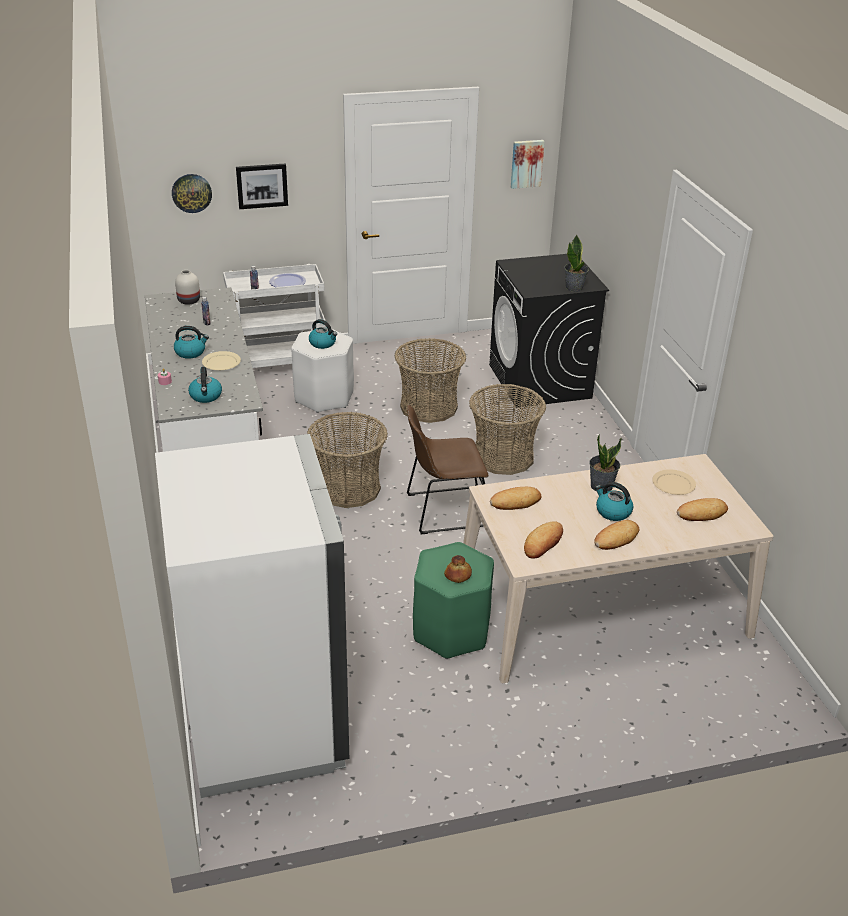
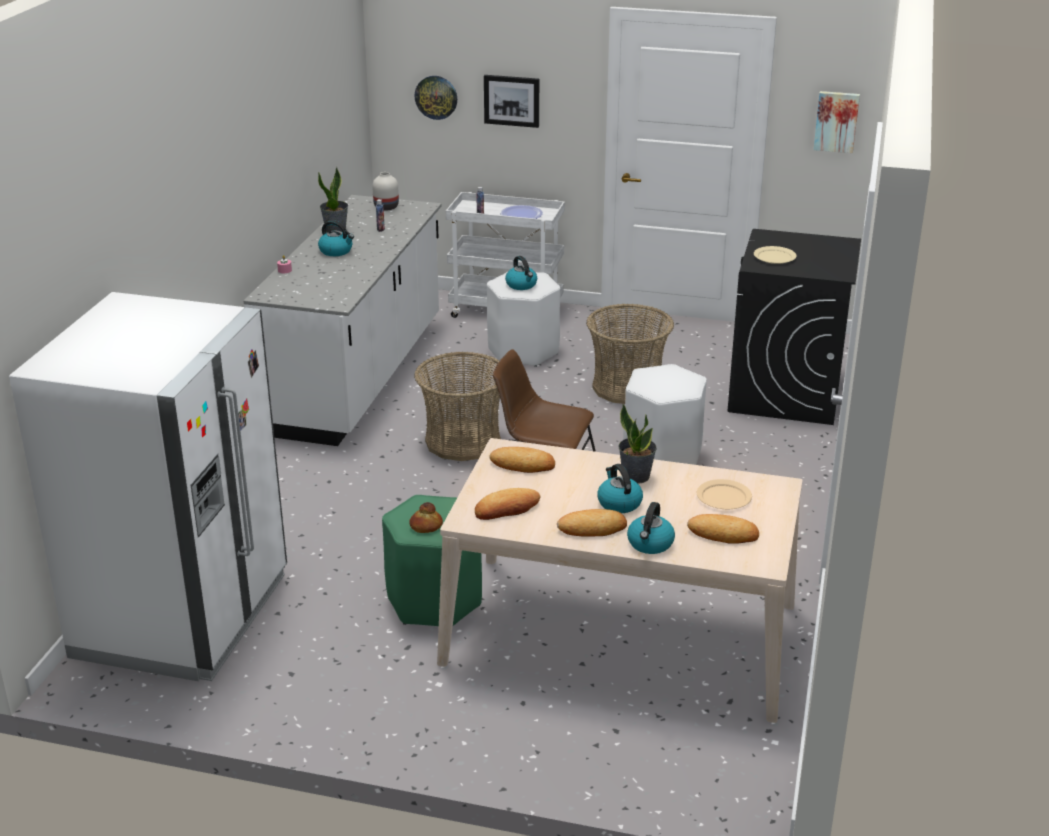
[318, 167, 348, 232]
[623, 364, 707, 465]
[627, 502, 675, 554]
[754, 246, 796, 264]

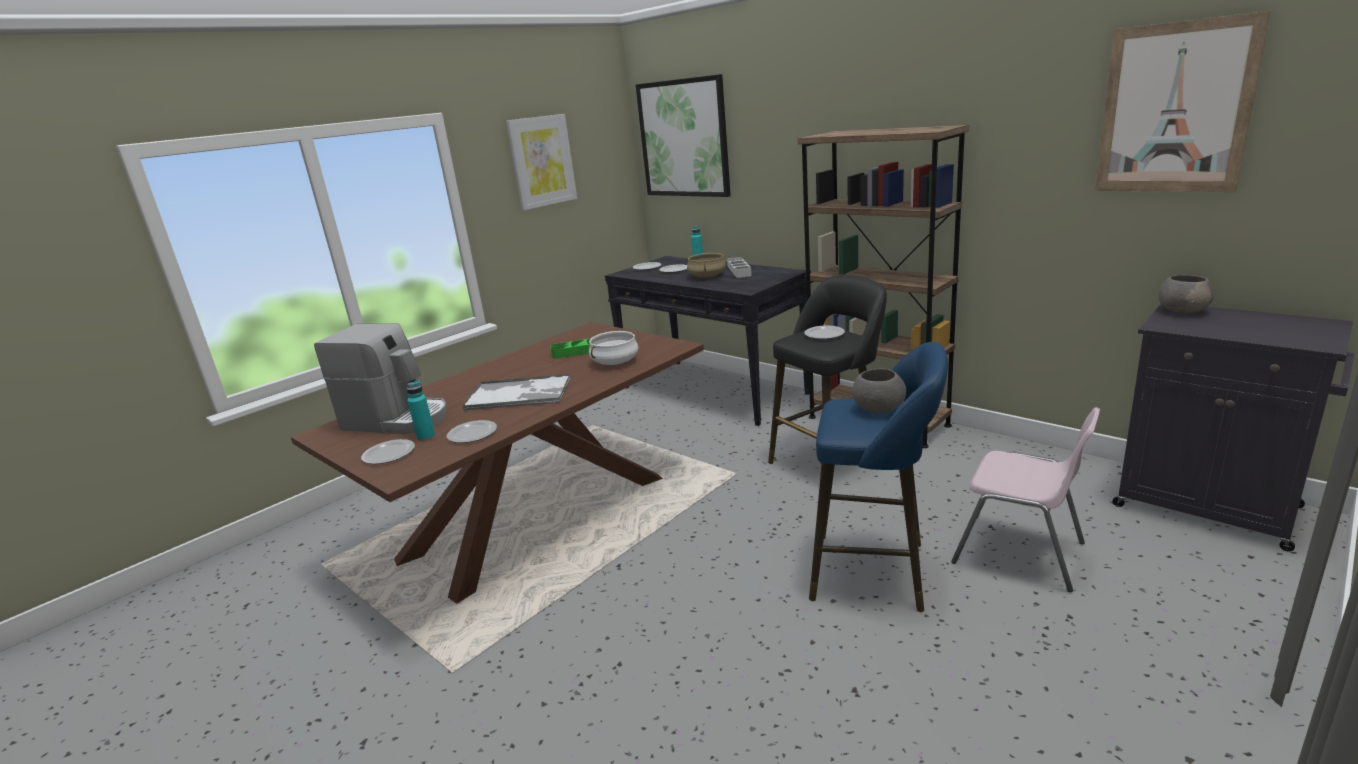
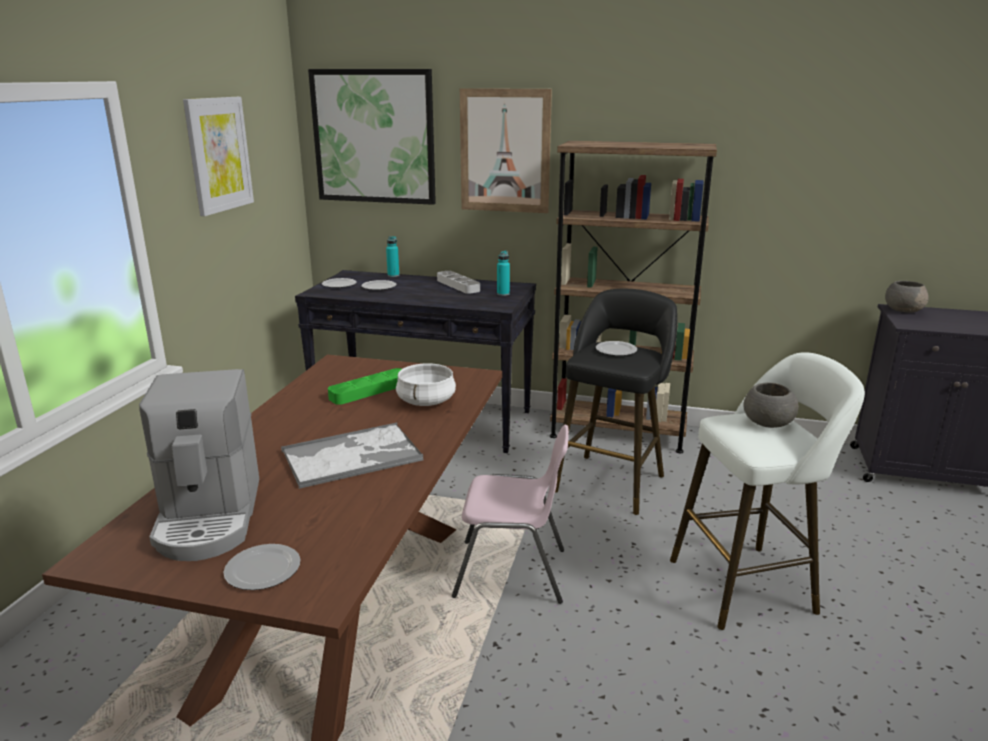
[139, 369, 259, 561]
[452, 425, 569, 604]
[460, 88, 552, 213]
[497, 251, 510, 296]
[670, 352, 865, 630]
[447, 420, 497, 443] (first image)
[687, 253, 726, 277] (first image)

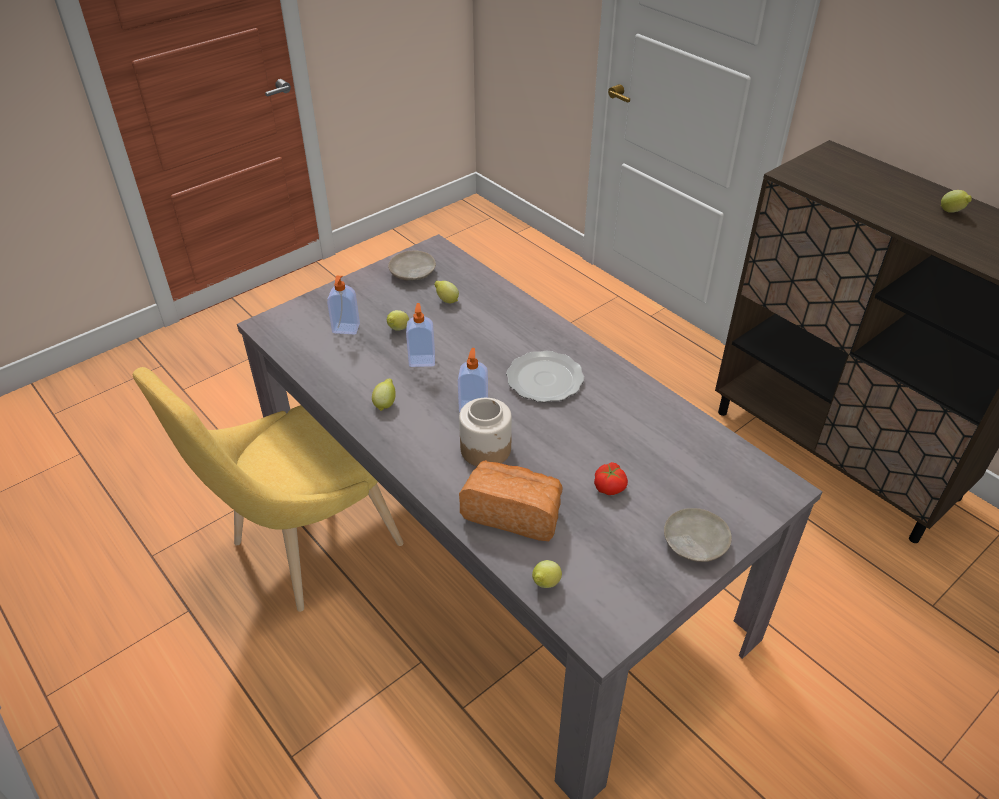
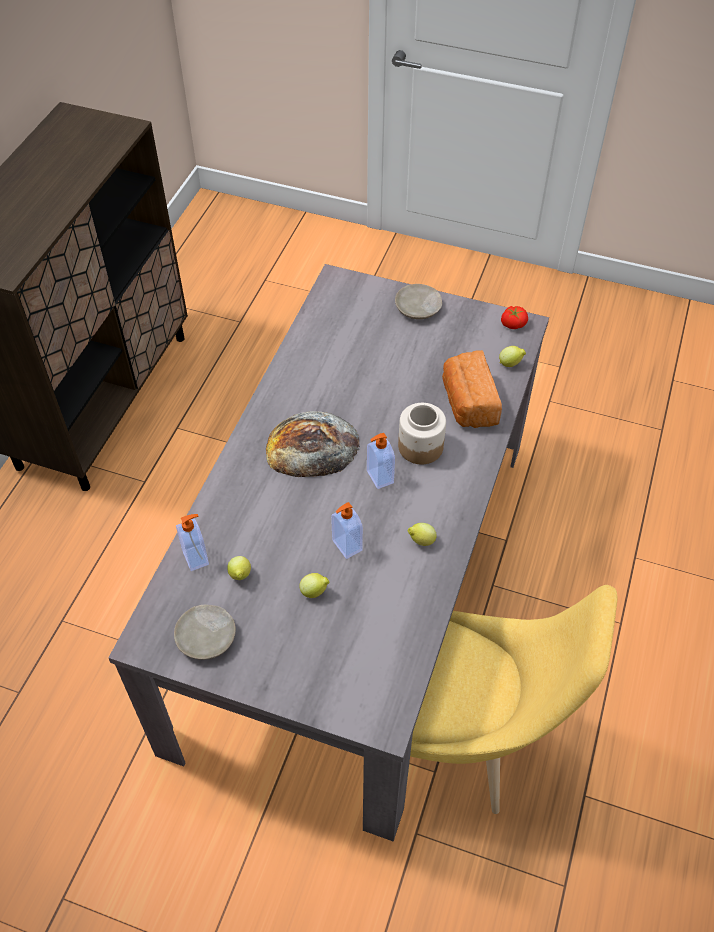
[176, 514, 209, 571]
[266, 411, 360, 477]
[501, 306, 528, 329]
[941, 190, 972, 213] (first image)

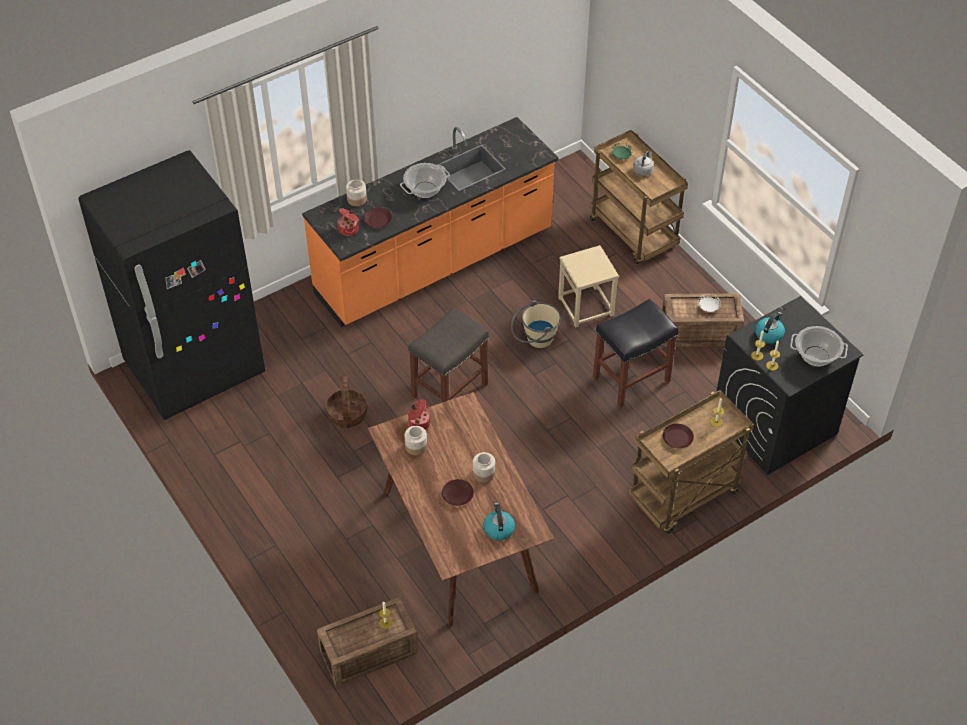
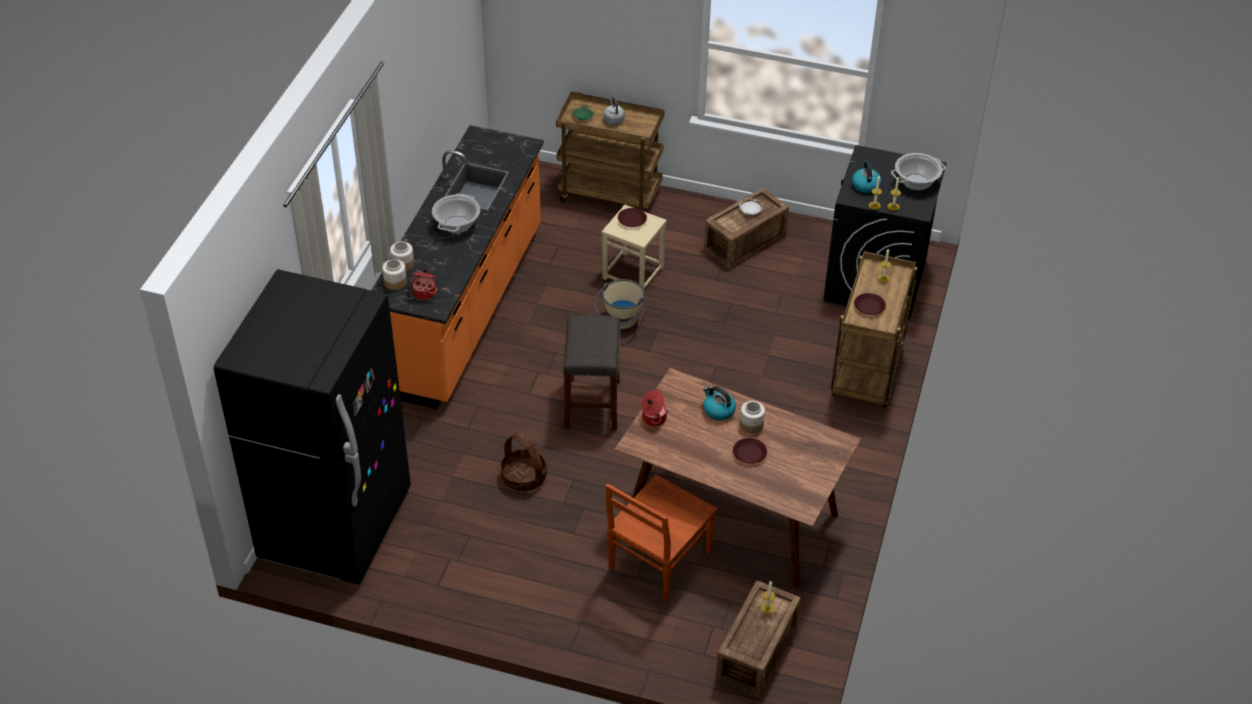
[382, 259, 407, 290]
[606, 475, 717, 603]
[618, 208, 647, 227]
[703, 386, 736, 420]
[593, 299, 678, 408] (first image)

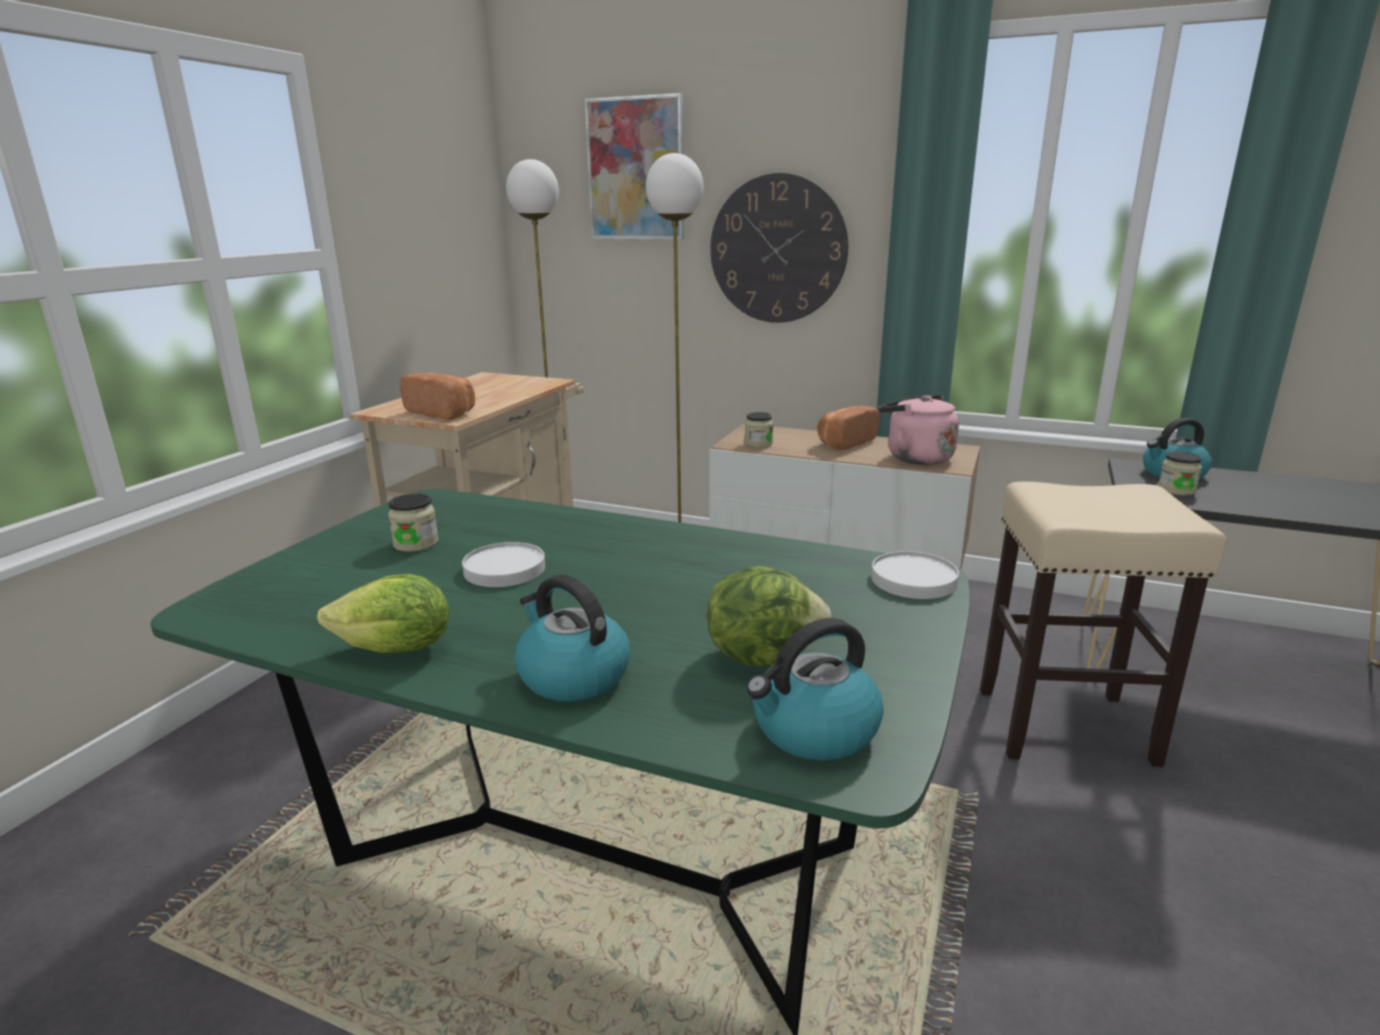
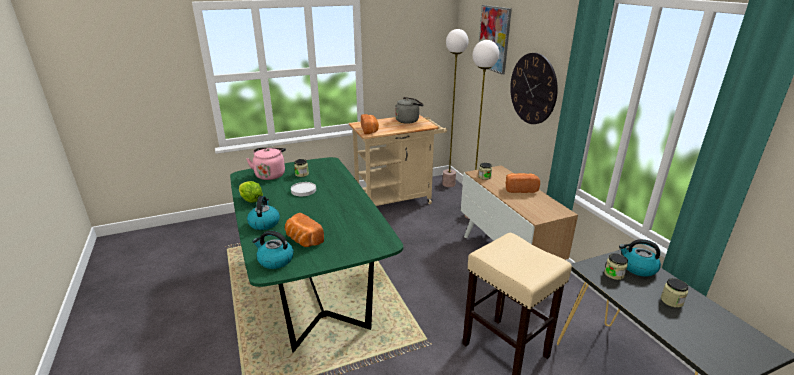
[246, 148, 286, 180]
[285, 213, 324, 247]
[395, 97, 424, 124]
[661, 278, 689, 308]
[871, 551, 959, 599] (first image)

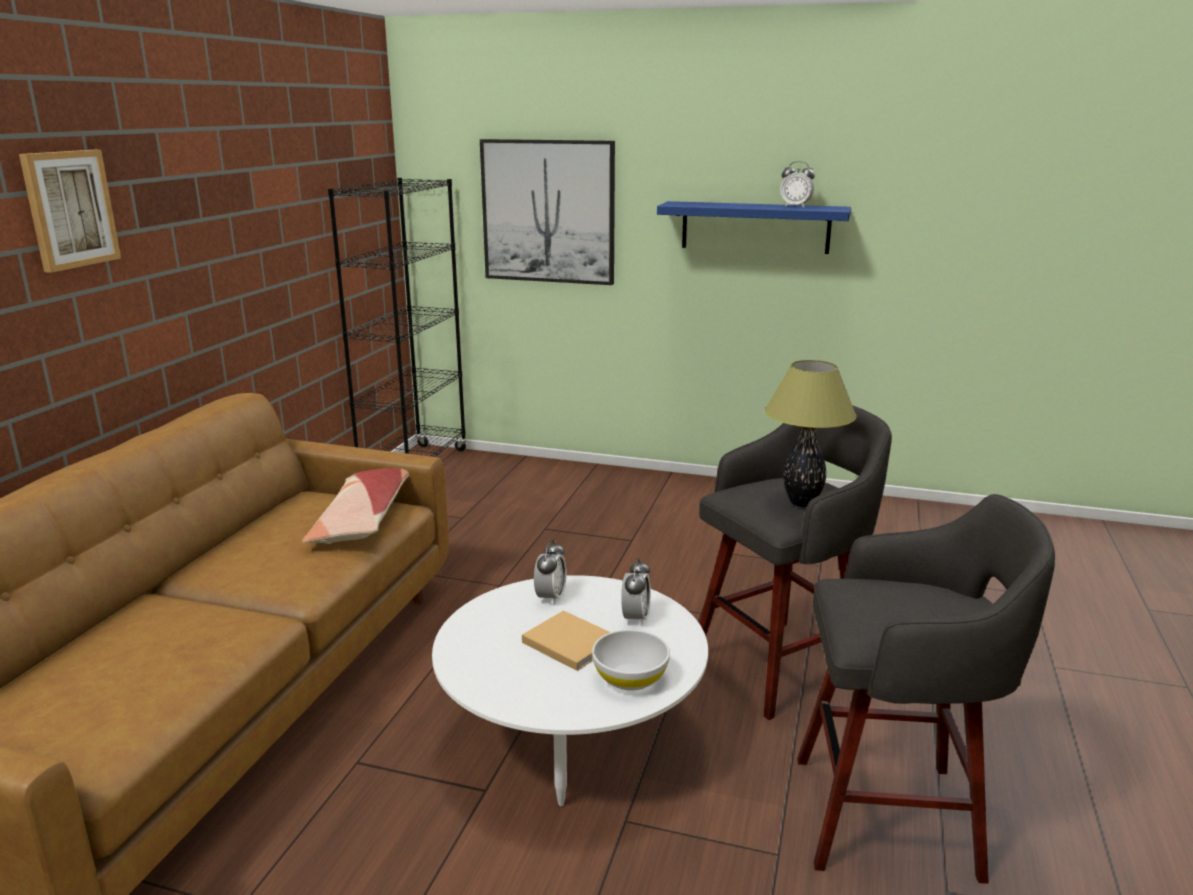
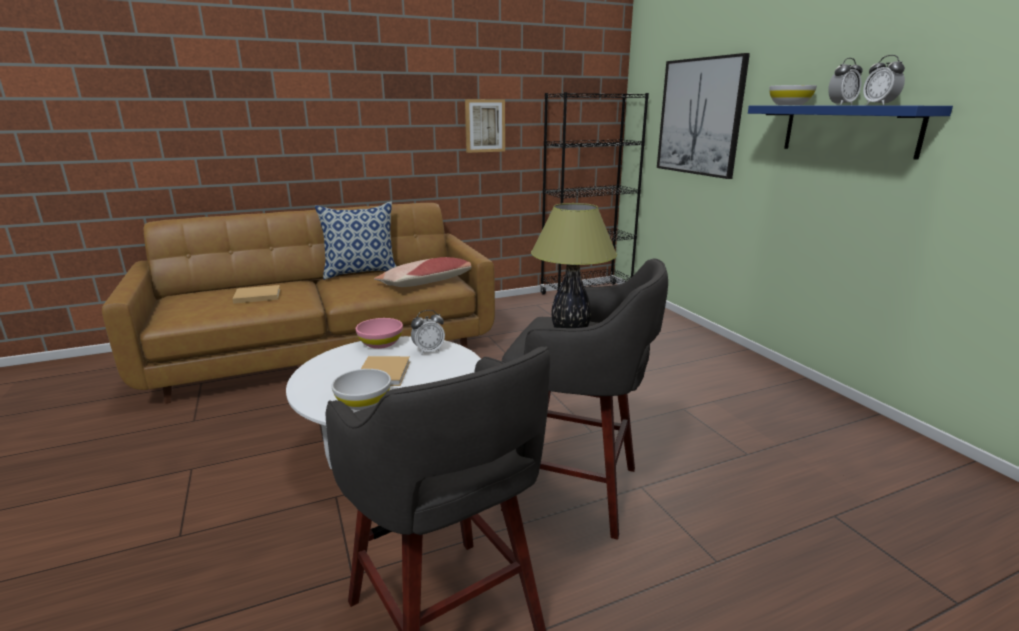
[232, 285, 280, 304]
[315, 201, 397, 280]
[356, 318, 403, 349]
[465, 99, 505, 153]
[769, 85, 817, 105]
[828, 58, 863, 105]

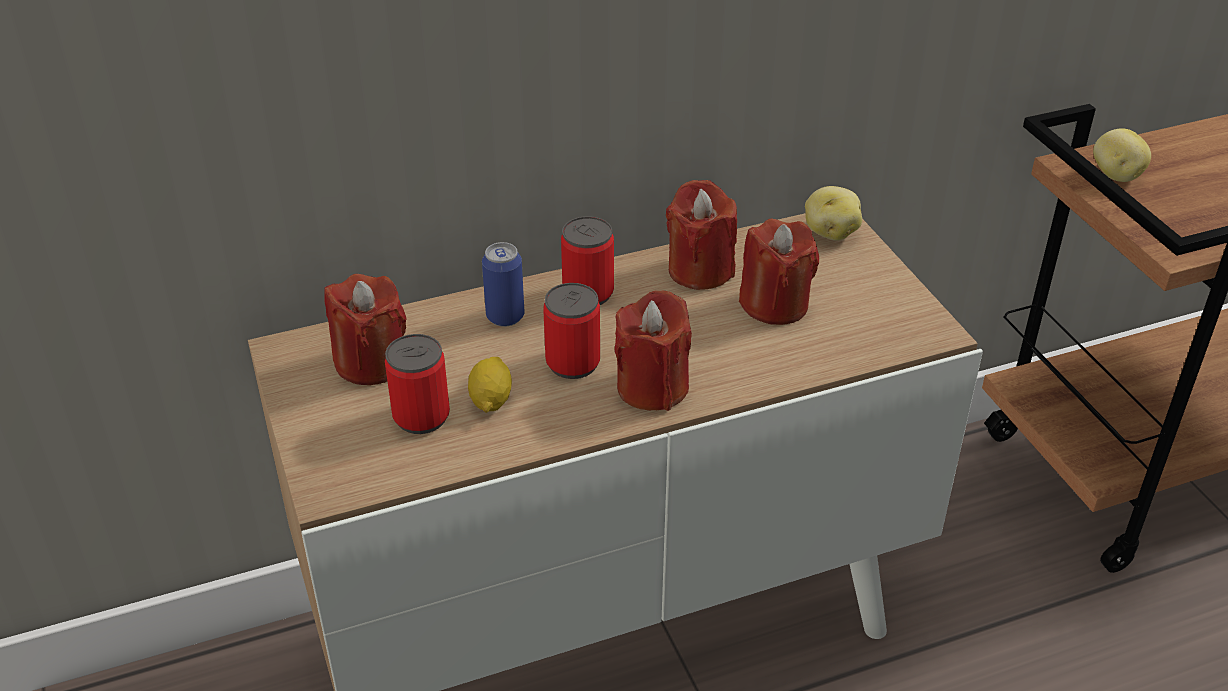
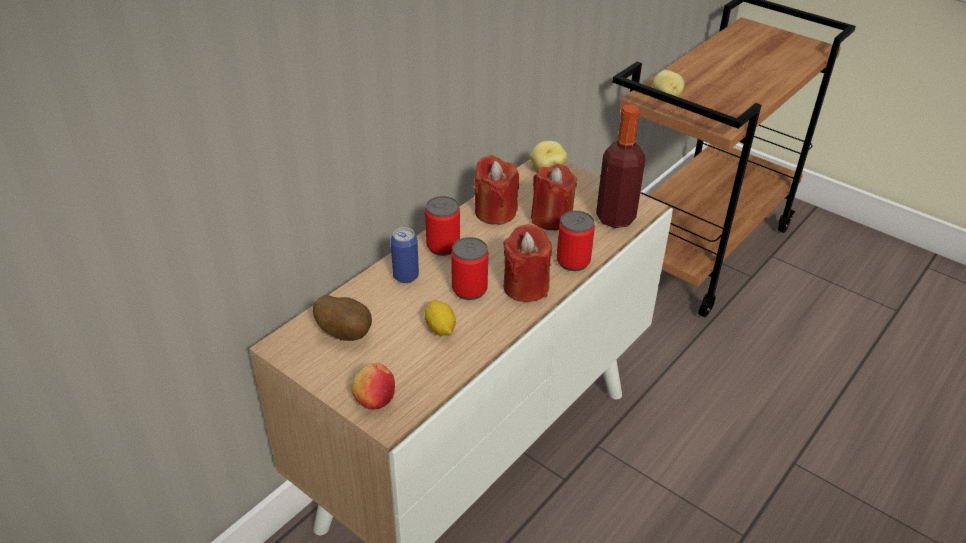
[313, 295, 372, 341]
[351, 363, 395, 410]
[556, 211, 595, 271]
[596, 104, 646, 228]

